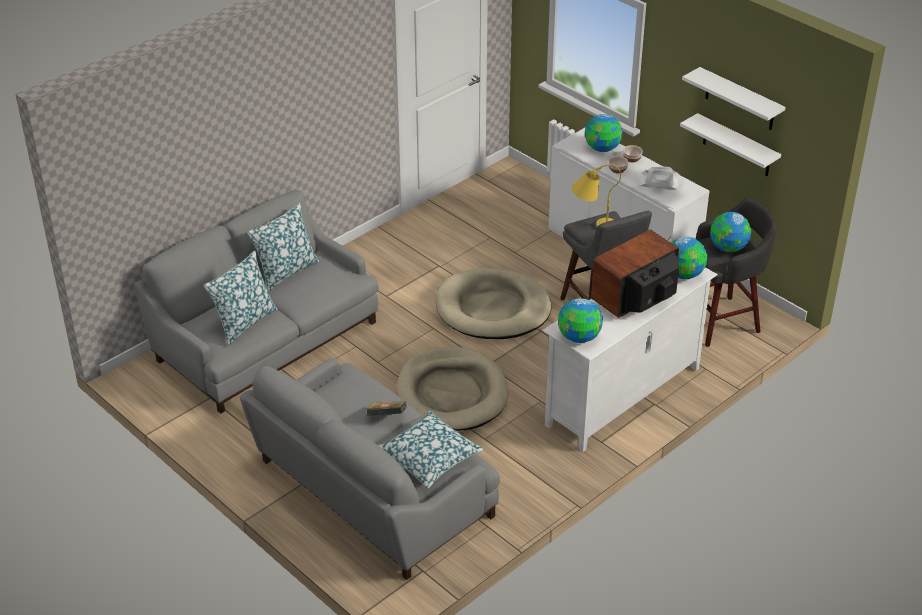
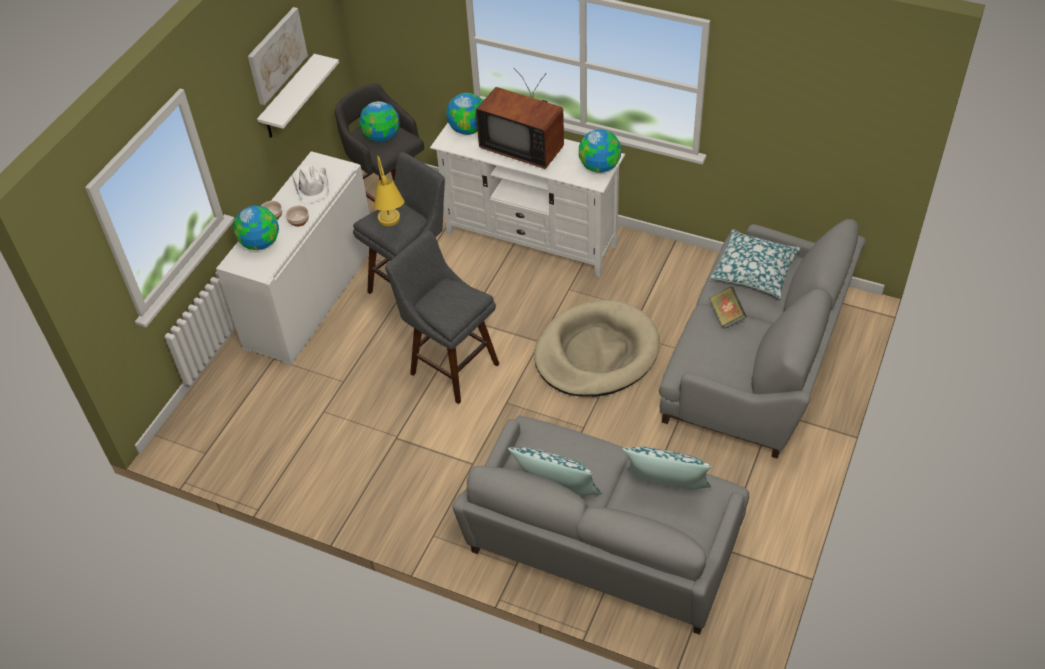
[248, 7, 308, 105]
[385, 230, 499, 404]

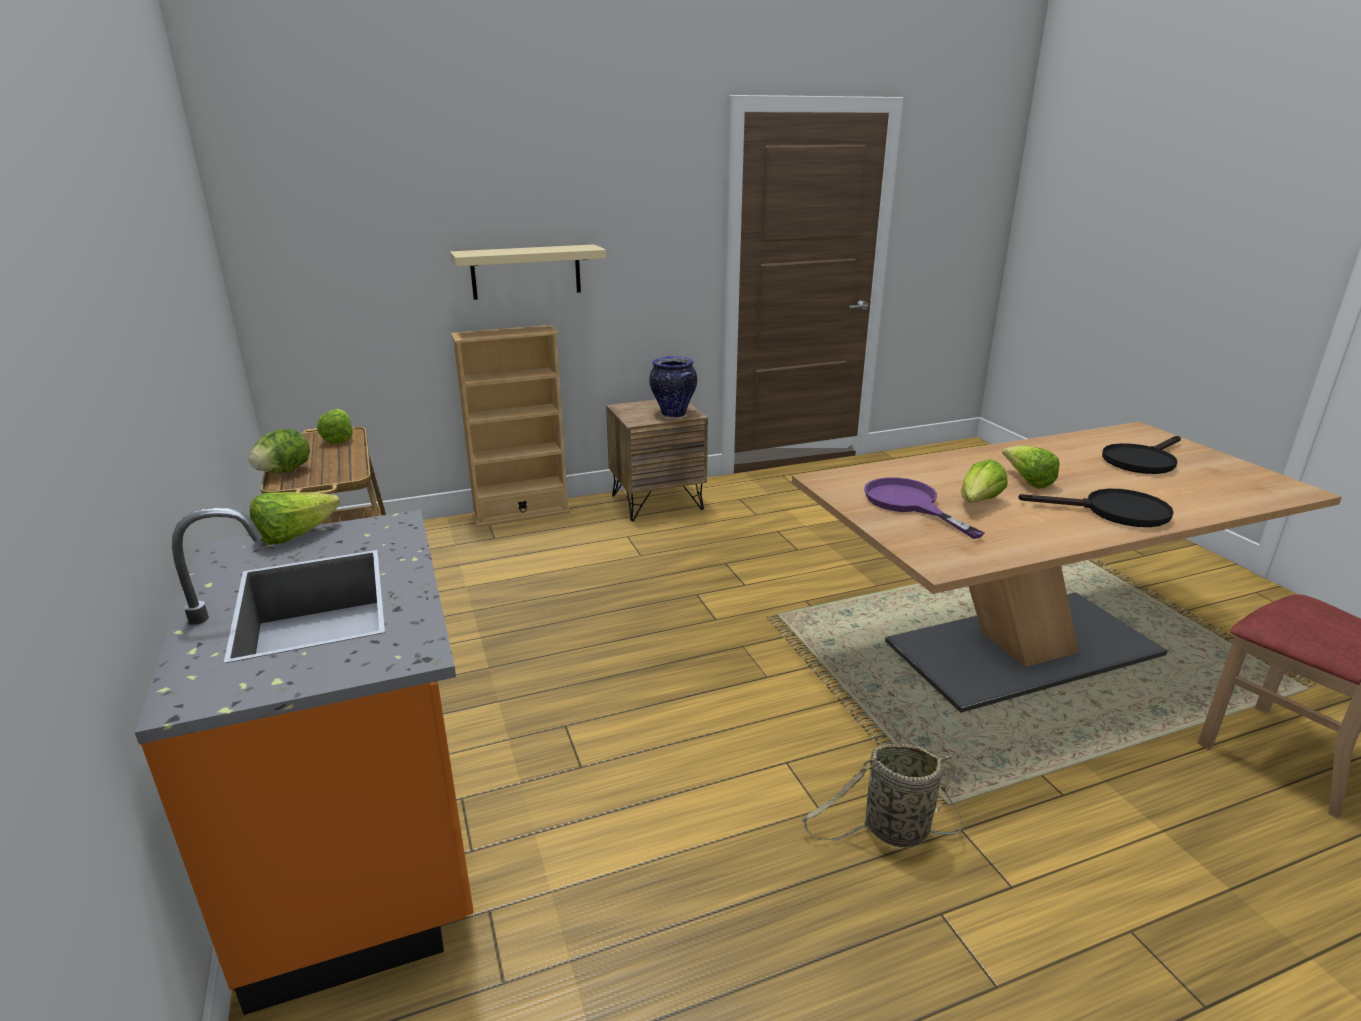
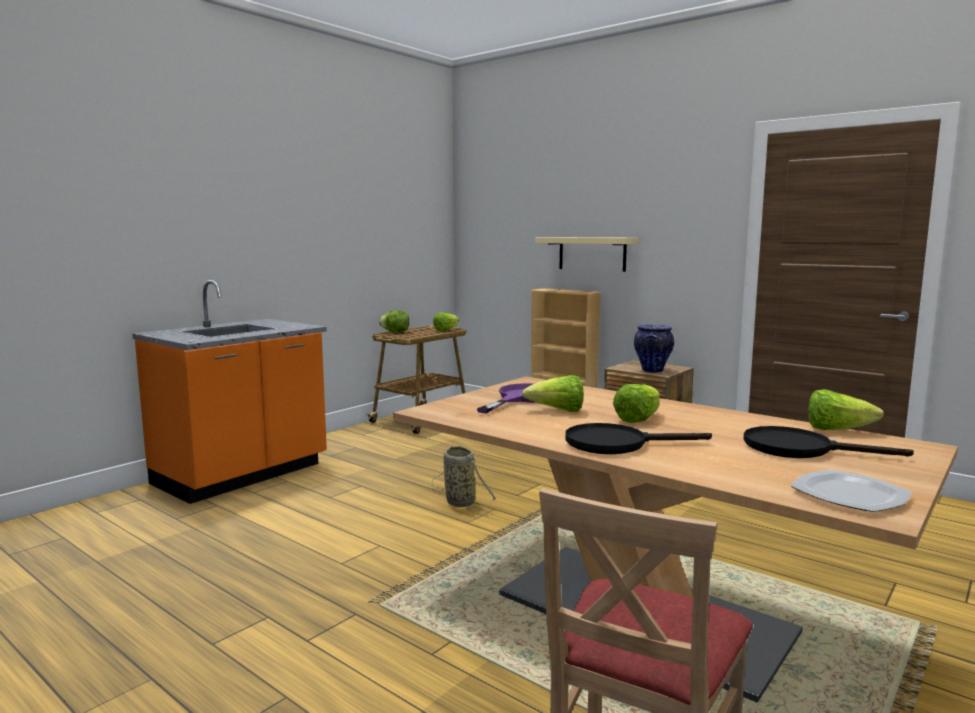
[432, 446, 496, 512]
[565, 423, 712, 454]
[791, 470, 911, 512]
[808, 389, 884, 430]

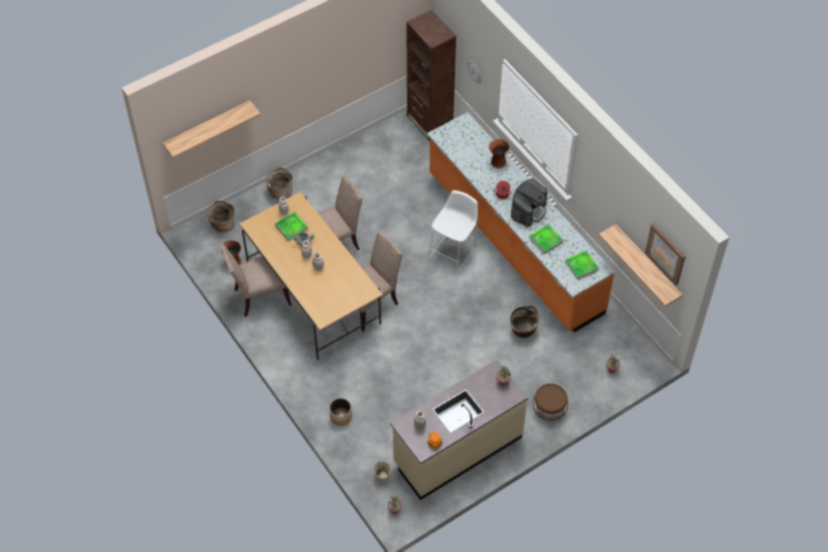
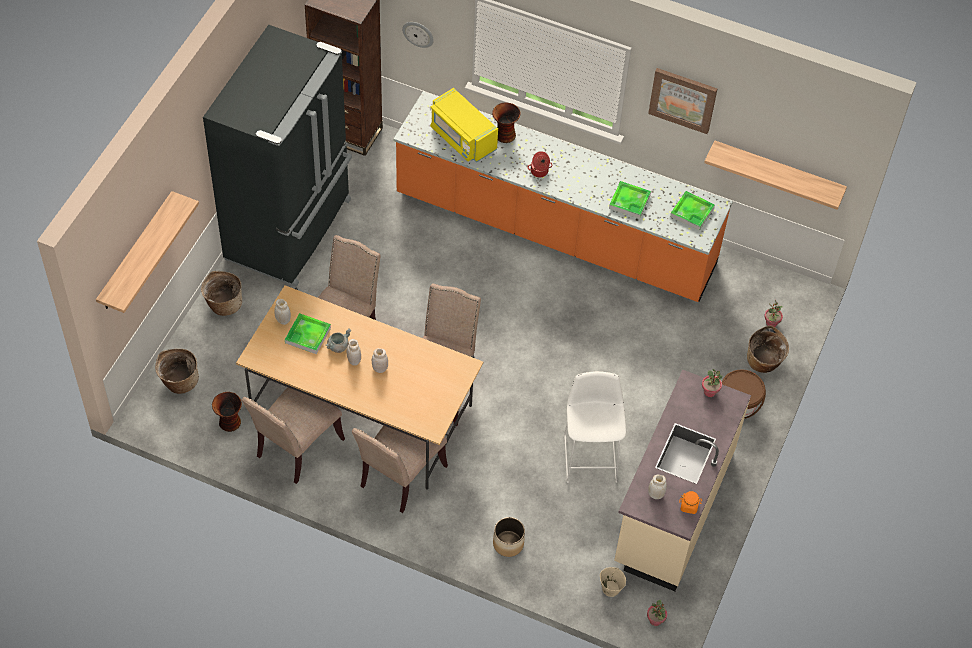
[203, 25, 352, 287]
[352, 426, 448, 513]
[430, 88, 498, 162]
[564, 371, 626, 483]
[648, 68, 717, 134]
[747, 325, 789, 373]
[511, 179, 548, 227] (first image)

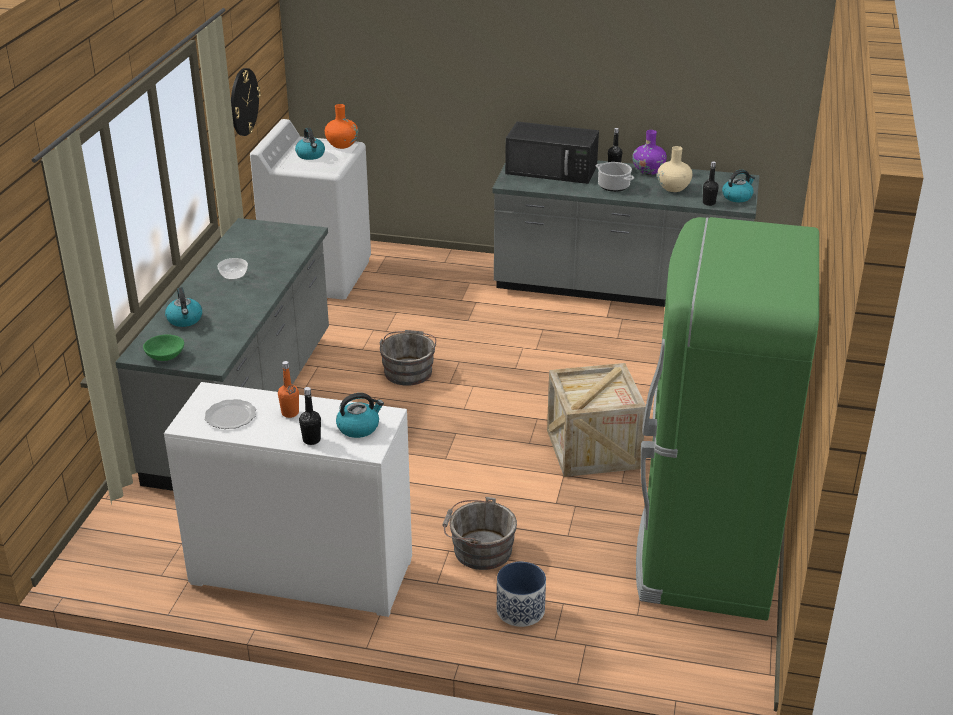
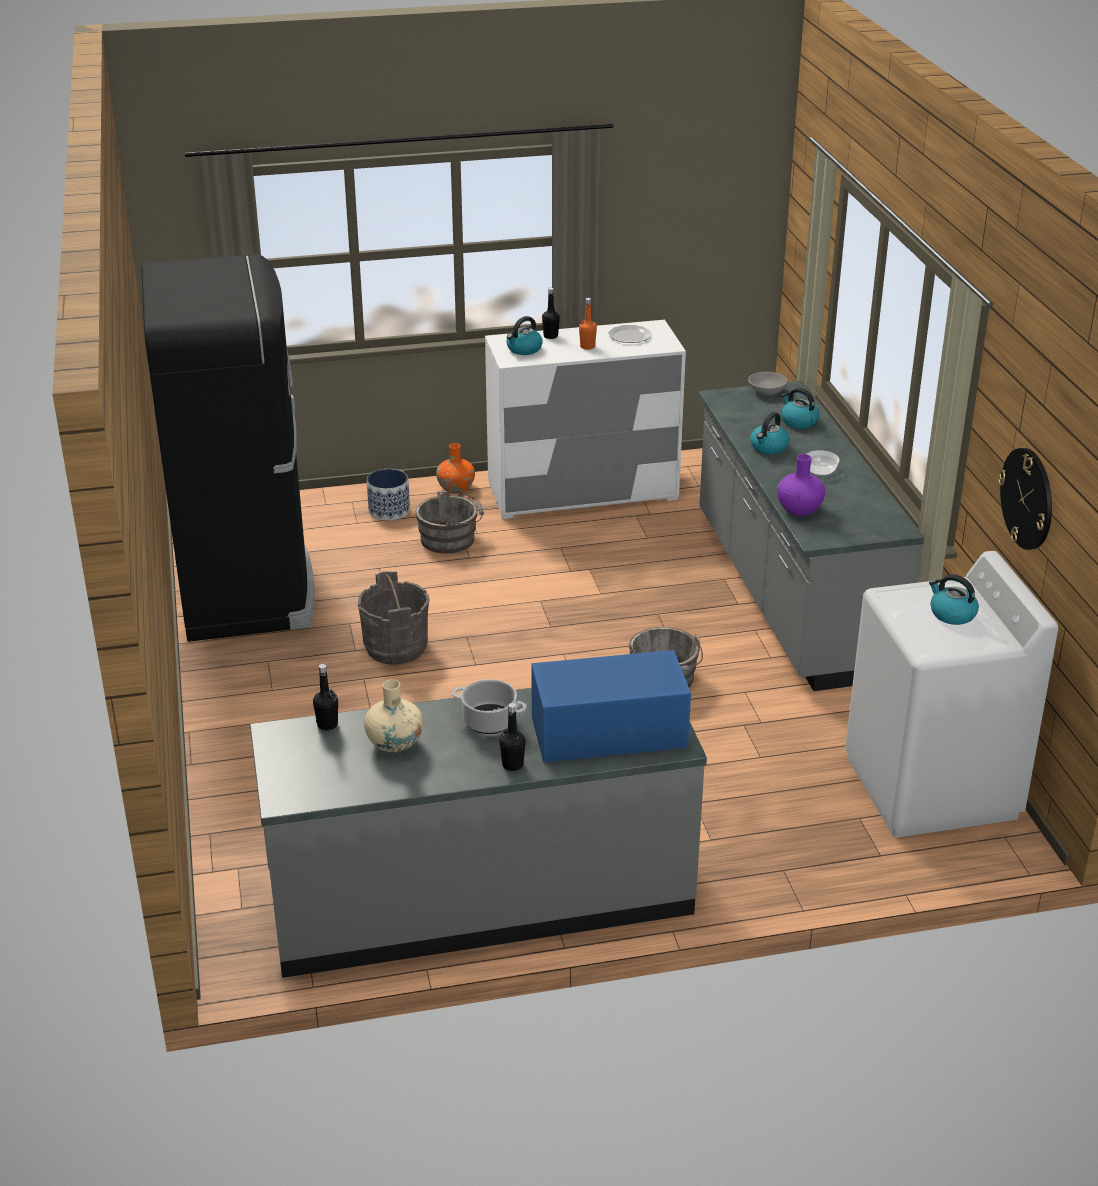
[141, 254, 315, 642]
[358, 572, 430, 665]
[436, 443, 475, 493]
[531, 650, 691, 762]
[748, 372, 788, 395]
[750, 412, 790, 454]
[777, 454, 825, 516]

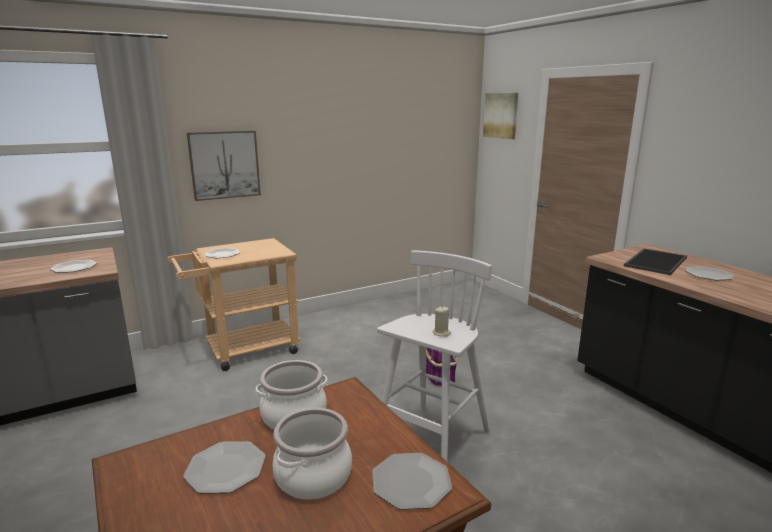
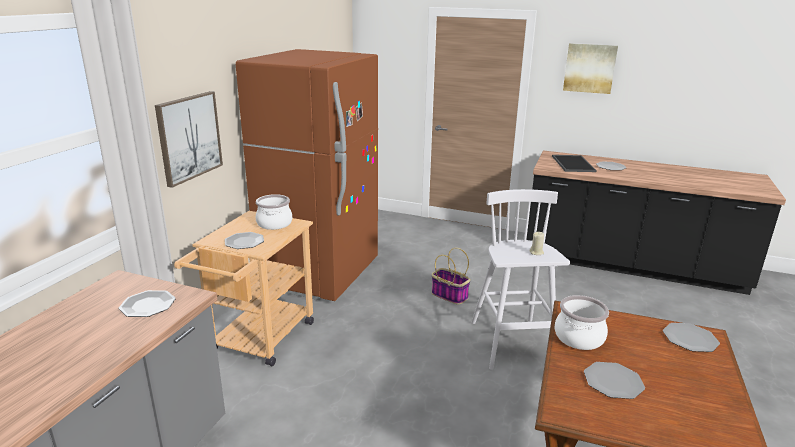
[236, 49, 378, 301]
[256, 194, 292, 230]
[563, 43, 618, 94]

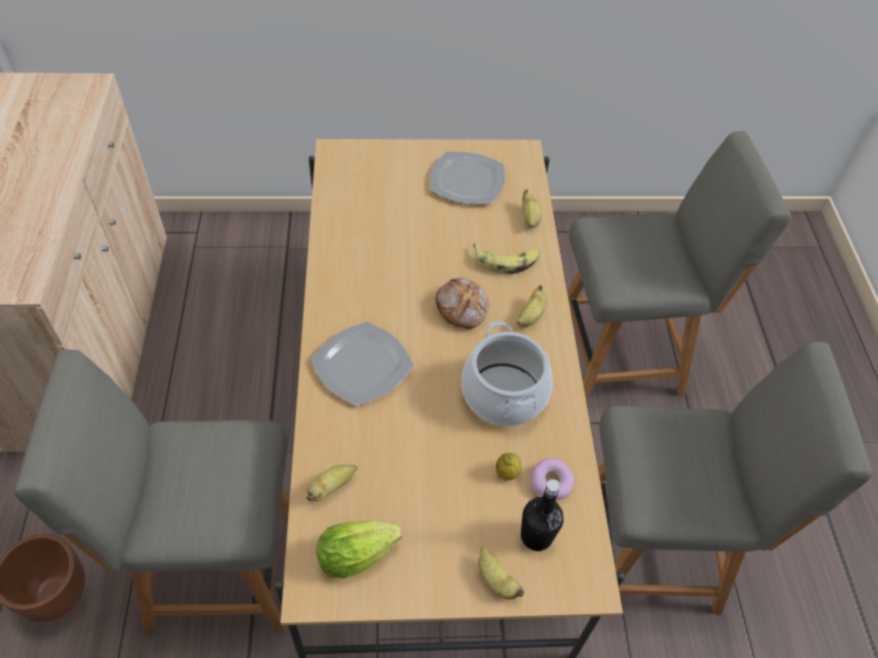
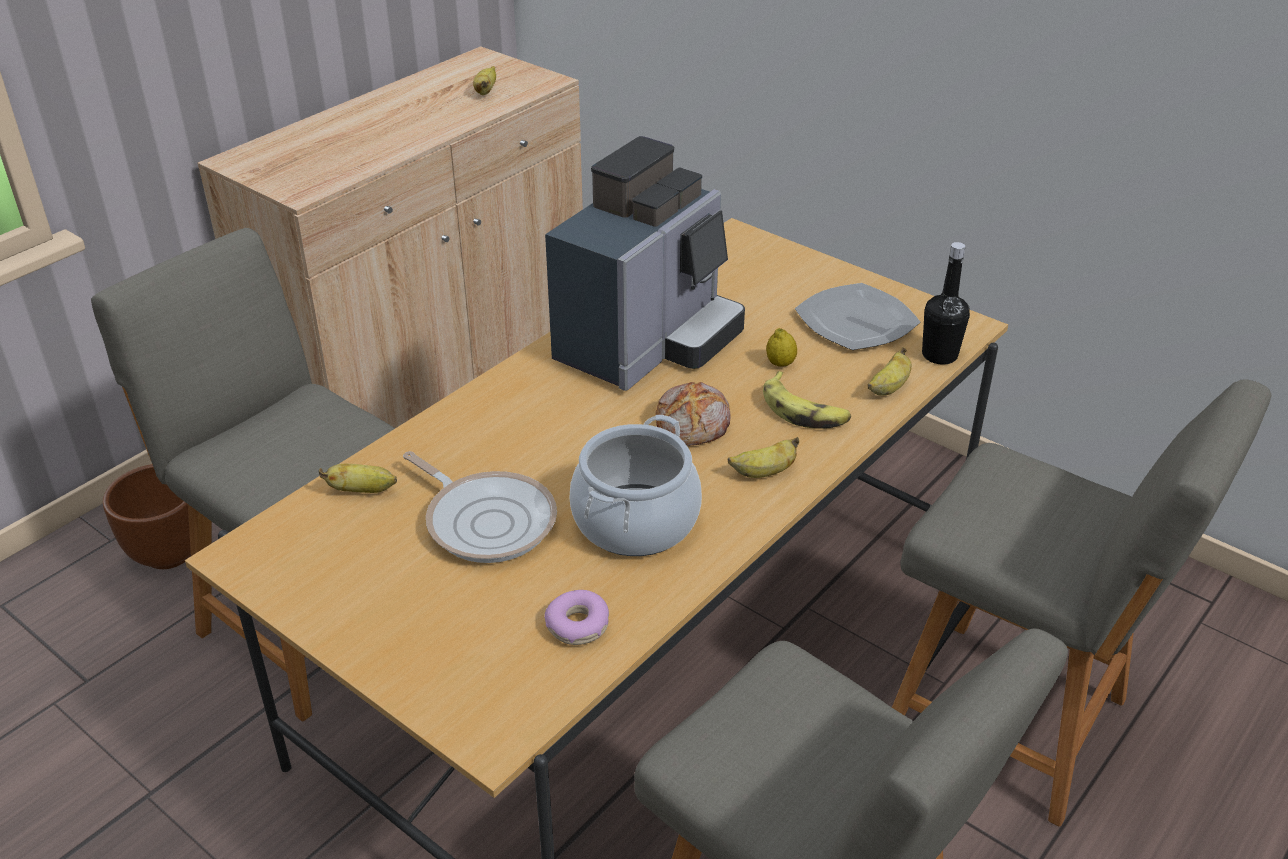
[403, 451, 557, 563]
[473, 66, 496, 95]
[545, 136, 745, 391]
[766, 328, 797, 367]
[922, 242, 970, 365]
[311, 322, 414, 406] (first image)
[316, 520, 402, 579] (first image)

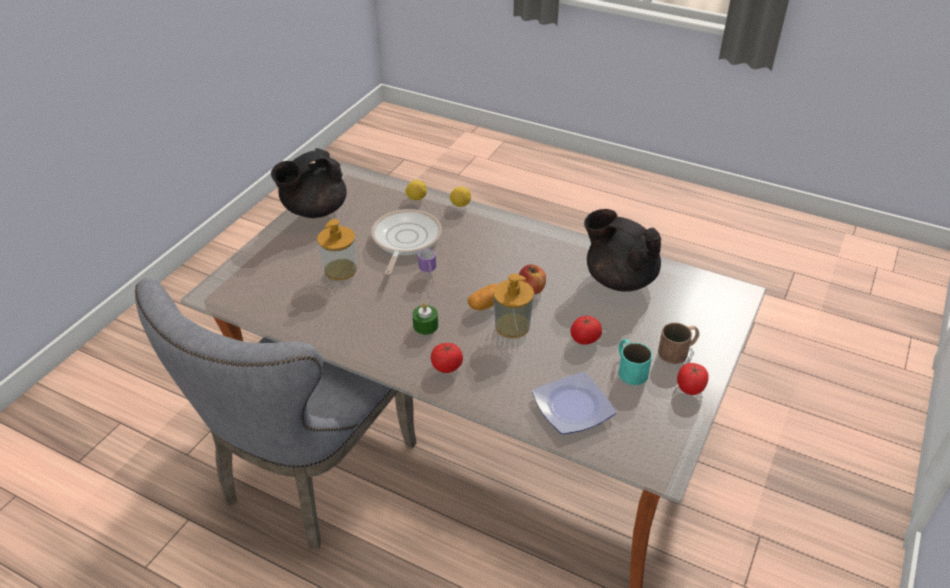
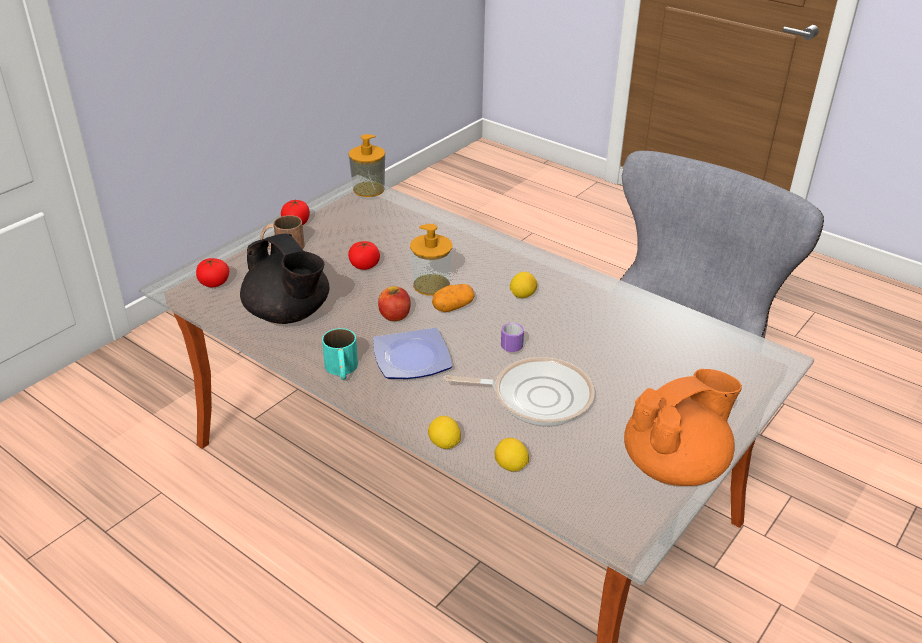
[196, 258, 229, 287]
[322, 328, 358, 380]
[349, 134, 385, 197]
[373, 328, 452, 379]
[443, 357, 595, 426]
[510, 272, 537, 298]
[624, 369, 742, 486]

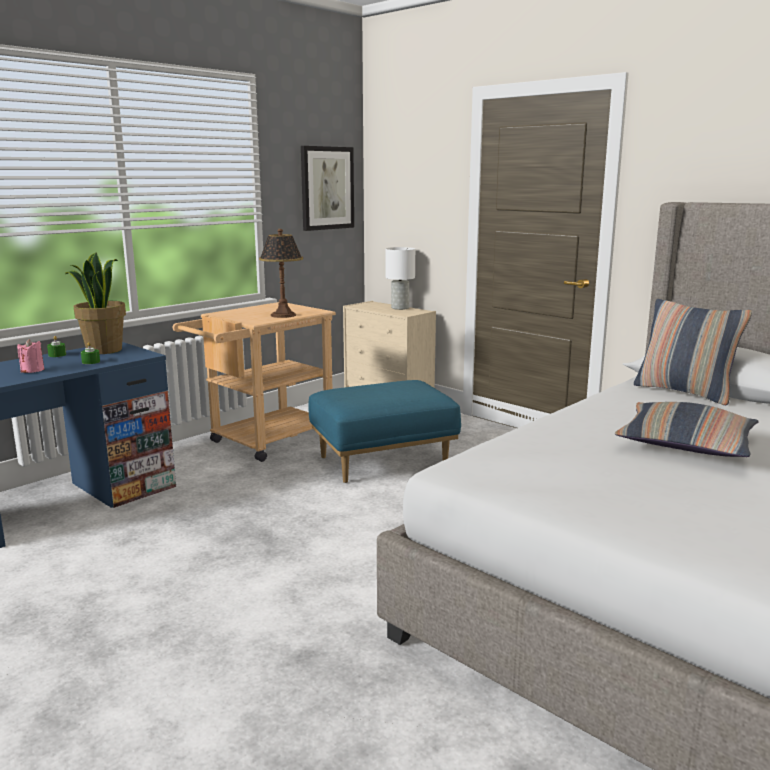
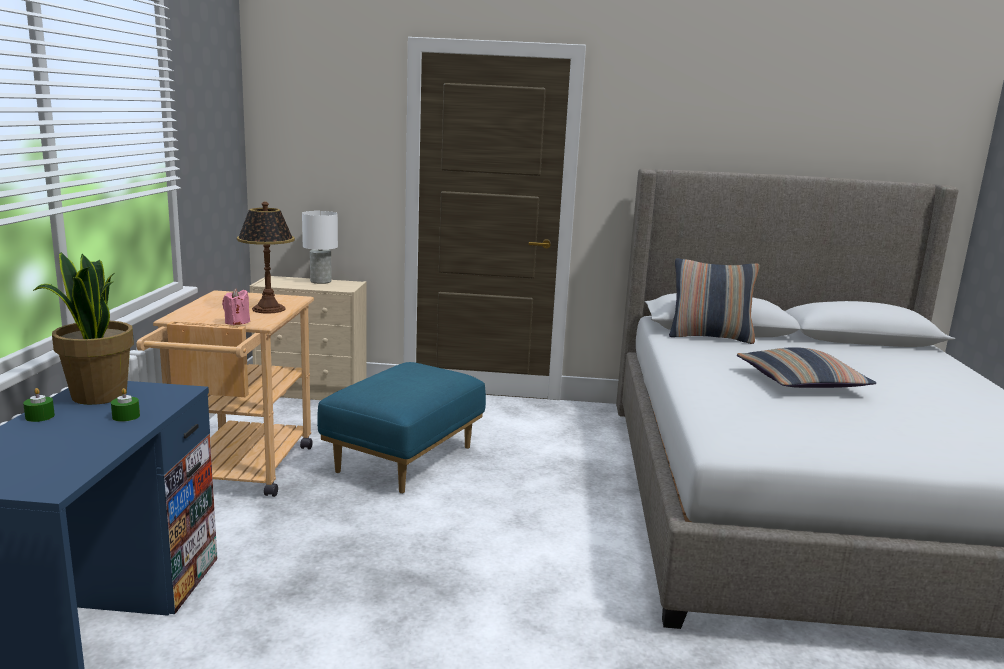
[222, 288, 250, 325]
[301, 146, 354, 231] (first image)

